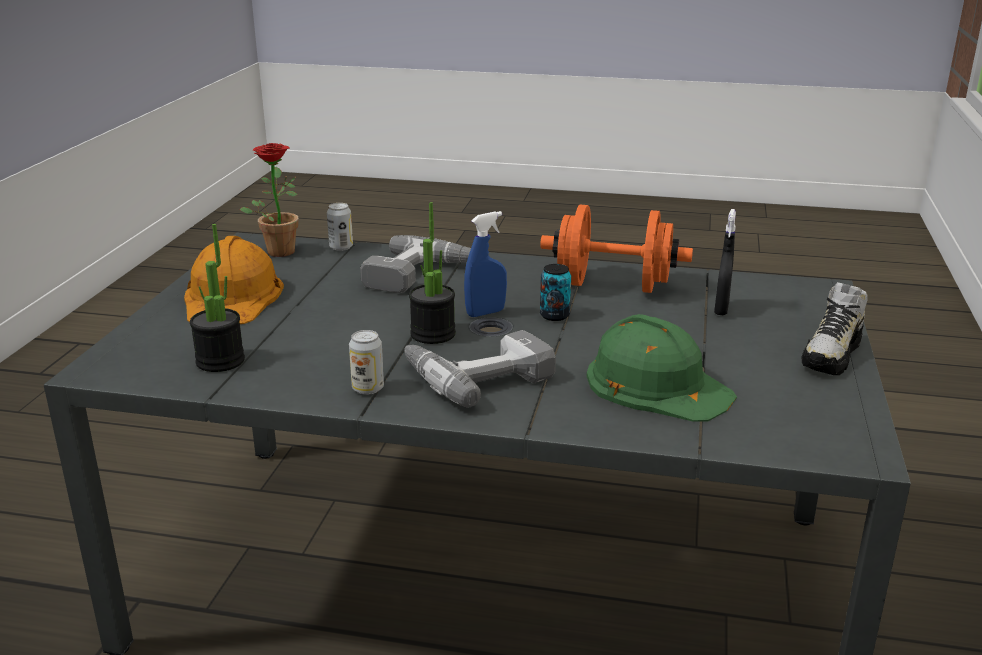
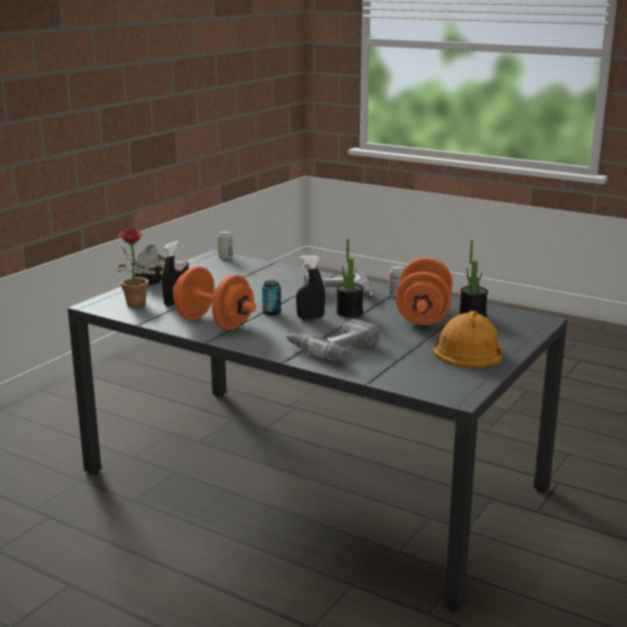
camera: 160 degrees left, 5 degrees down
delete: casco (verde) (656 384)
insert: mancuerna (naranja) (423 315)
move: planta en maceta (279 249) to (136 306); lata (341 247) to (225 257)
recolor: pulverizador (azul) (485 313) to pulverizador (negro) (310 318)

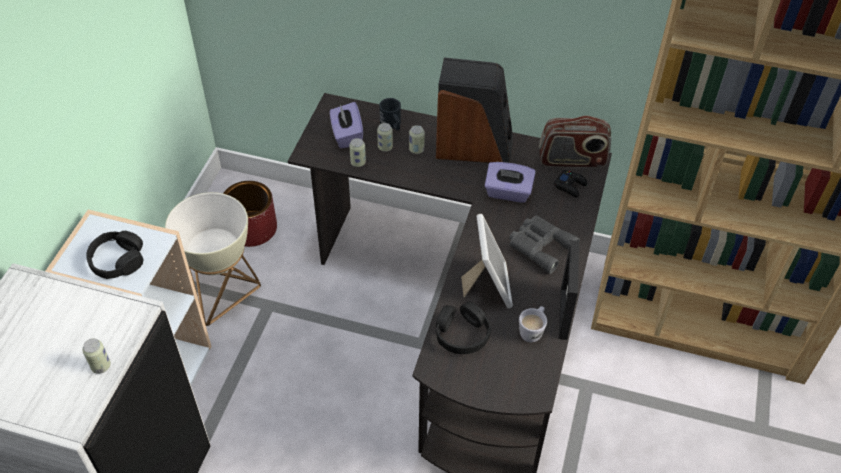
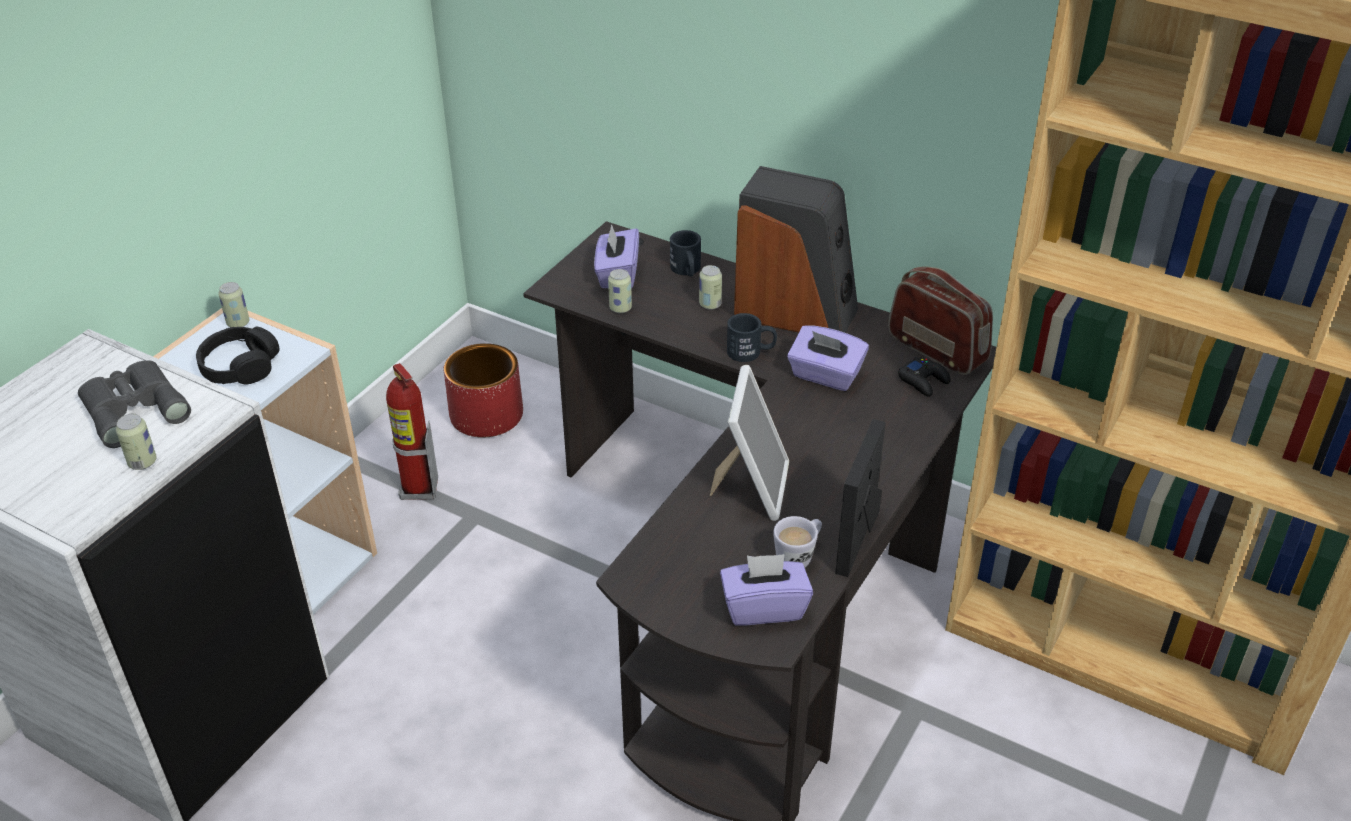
camera: 15 degrees right, 10 degrees down
delete: auriculares (negro) (462 334)
insert: taza grande (negro) (751 352); caja de pañuelos (morado) (764 607)
move: lata (385 147) to (238 323); prismáticos (gris) (540 245) to (133 408)
replace: maceta (223 293) to extintor (418 489)
rotate: radio (572 160) = (937 349) 150 degrees counterclockwise

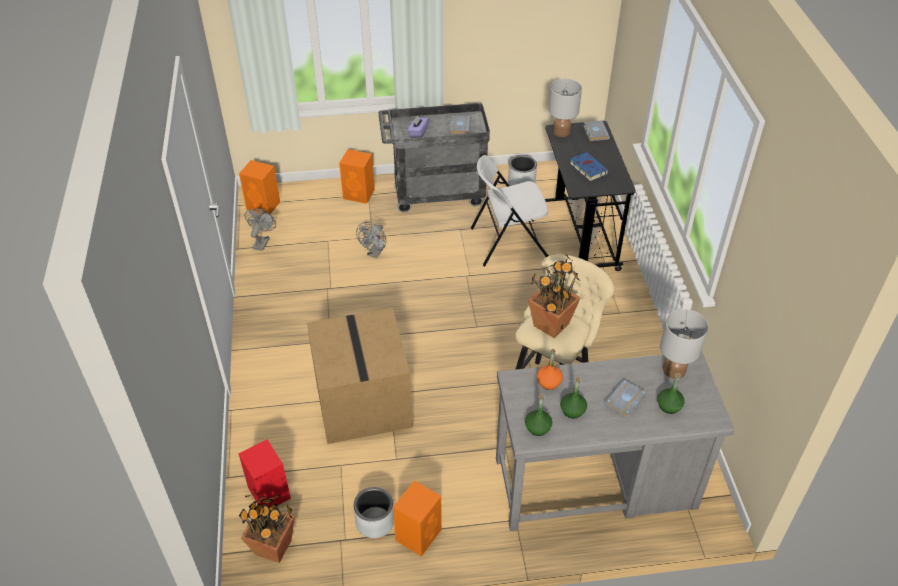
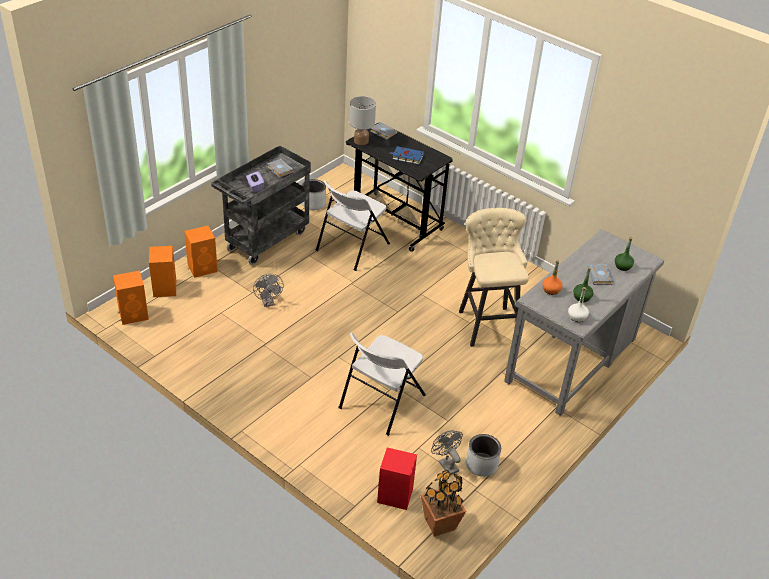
camera: 45 degrees left, 5 degrees down
delete: planta en maceta (550 324); lámpara de mesa (gris) (674 370)
move: ventilador (gris) (262 241) to (446 464); altavoz (naranja) (419 534) to (165 288)
replace: caja de cartón (361 401) to silla (blanco) (382 401)
recolor: botella (verde) (538 427) to botella (blanco) (577 317)

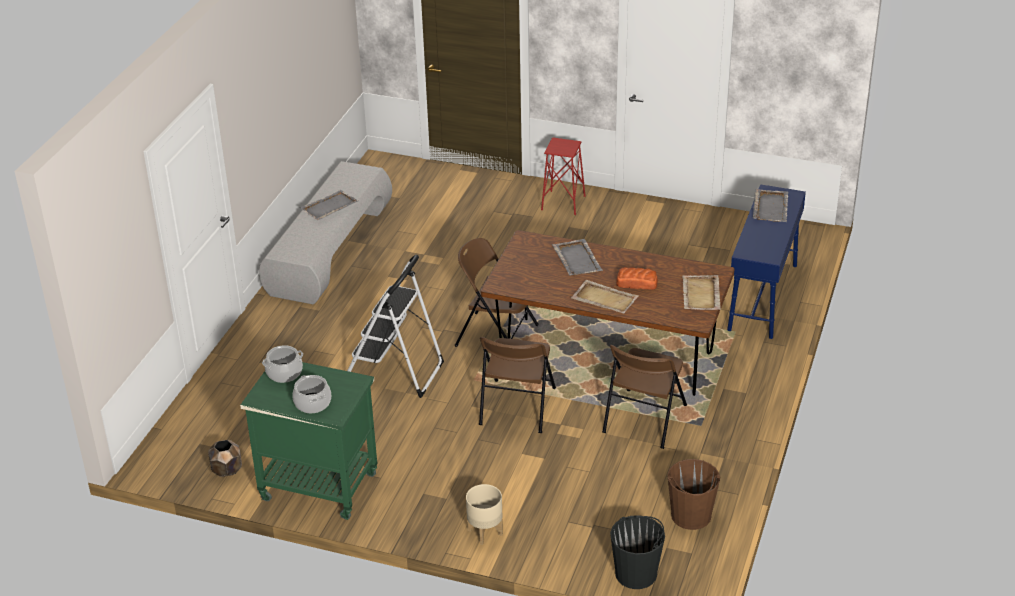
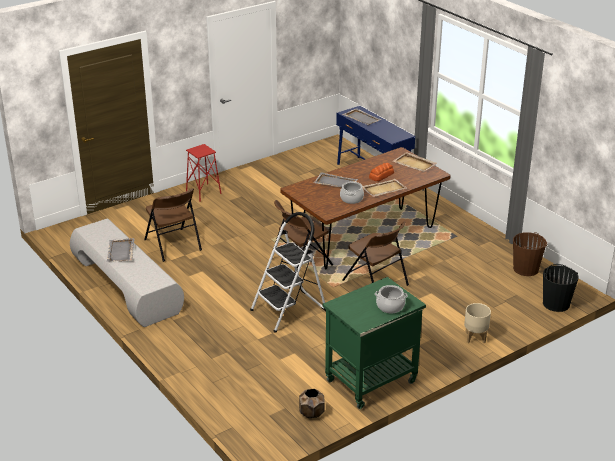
camera: 55 degrees left, 5 degrees down
move: olla (284 373) to (351 199); silla (marrón) (644 418) to (172 245)

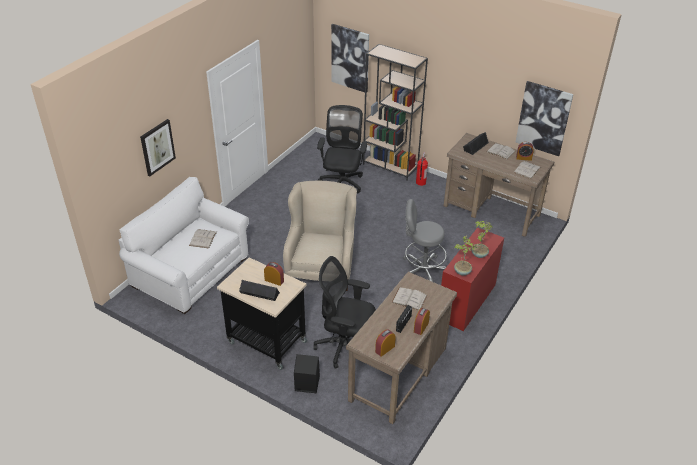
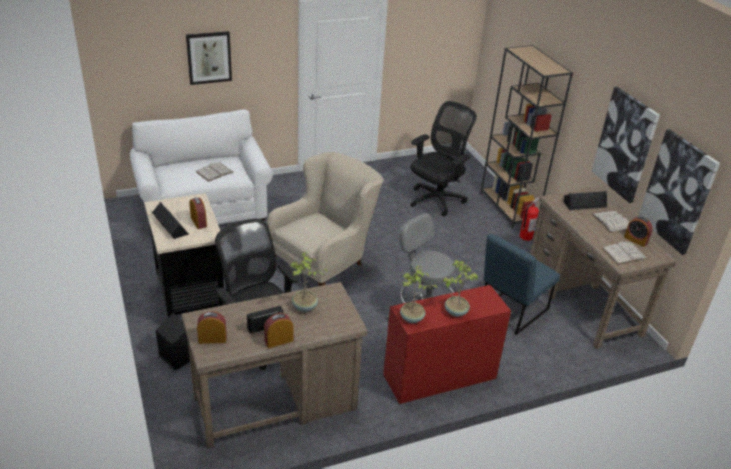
camera: 35 degrees right, 5 degrees down
insert: silla (azul) (511 310)
move: cuadro (350 58) to (625 144)
replace: libro (blanco) (409 299) to planta en maceta (305 307)

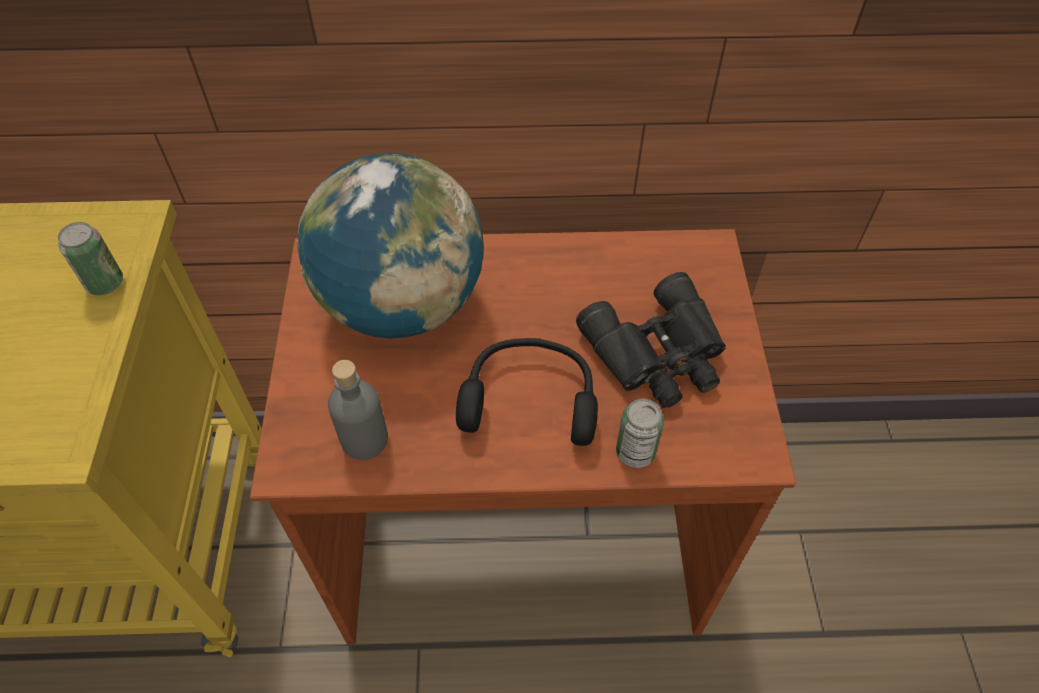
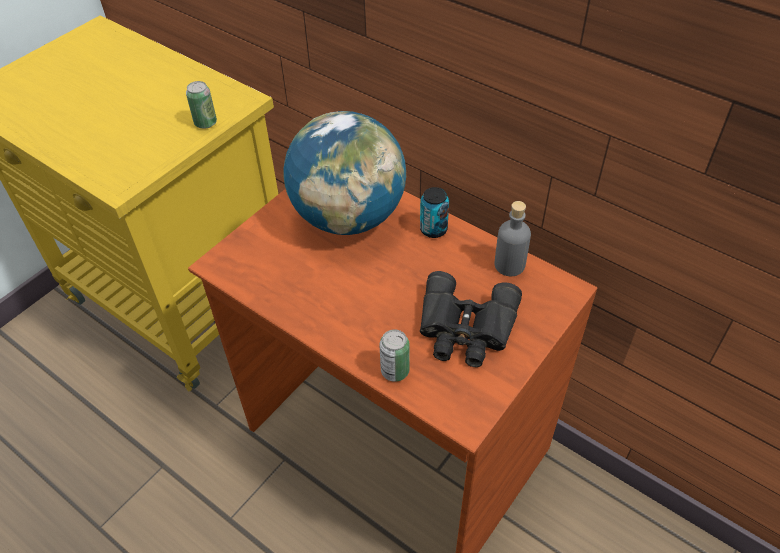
camera: 40 degrees right, 5 degrees down
delete: auriculares (negro) (530 399)
insert: lata (433 229)
move: botella (gris) (364 439) to (509 265)

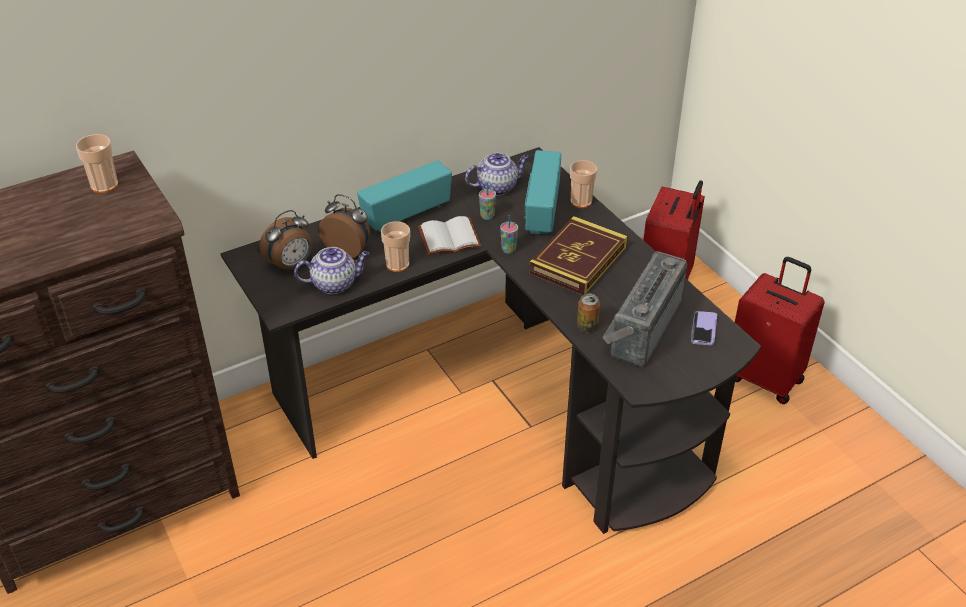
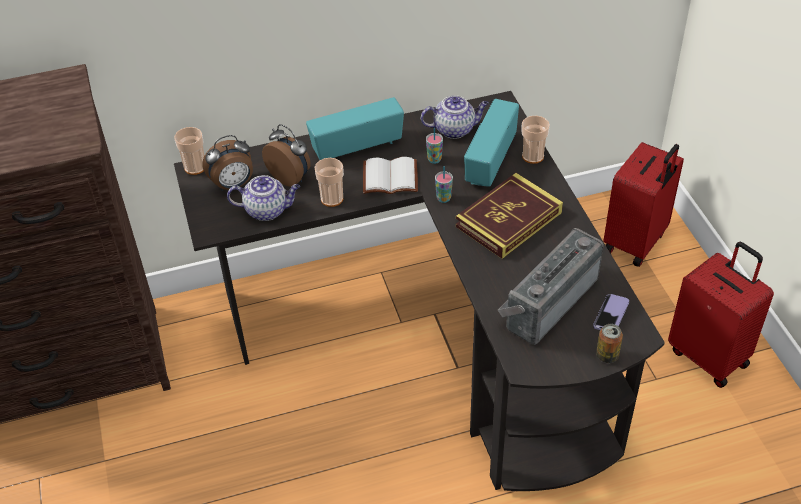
camera: 15 degrees right, 5 degrees up
move: taza (104 185) to (195 167); lata (587 327) to (607 355)

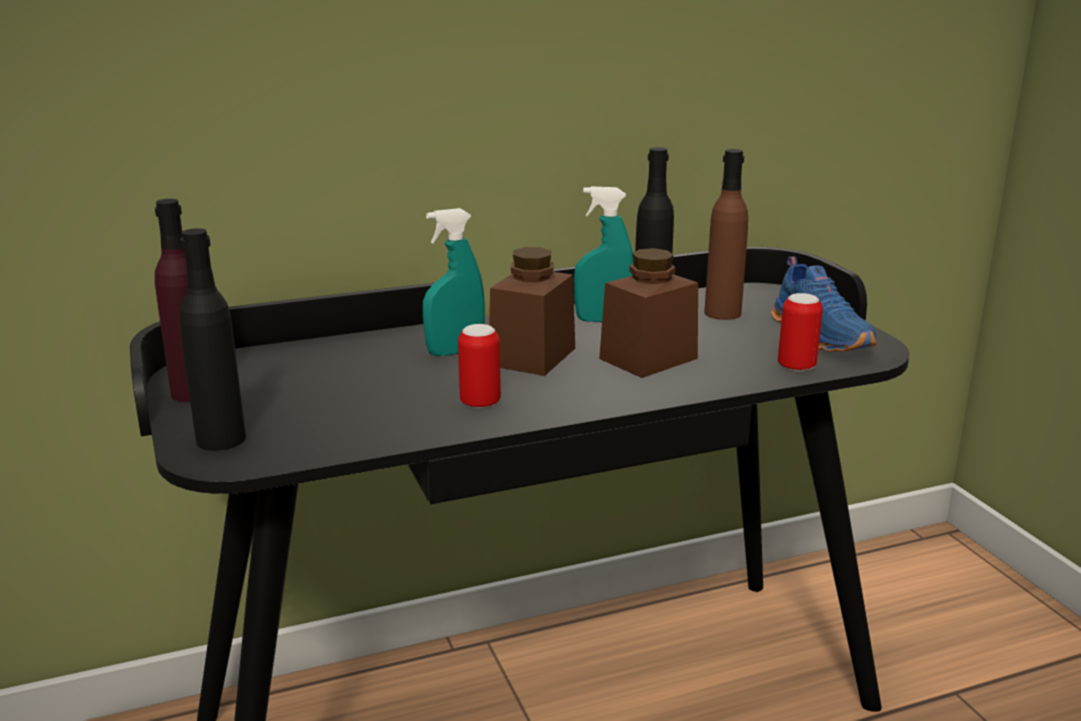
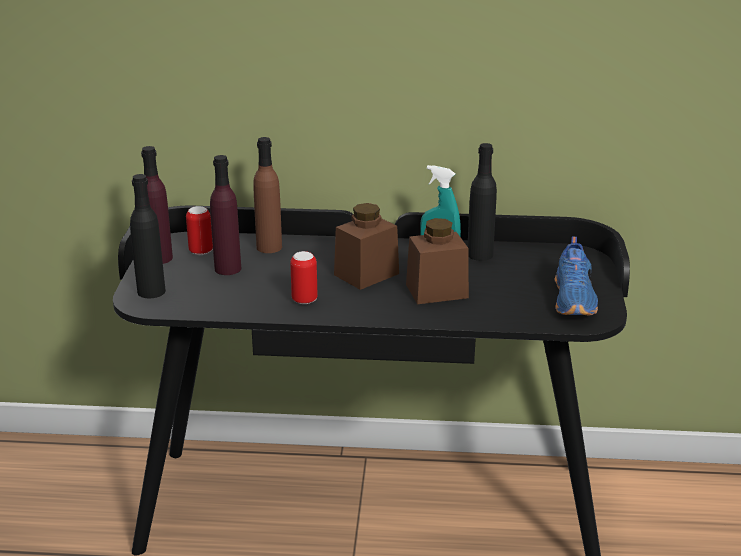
camera: 25 degrees right, 5 degrees up
delete: pulverizador (turquesa) (455 352)
insert: botella (morado) (227 269)
move: botella (marrón) (722 313) to (269 247); lata (796 367) to (201 251)

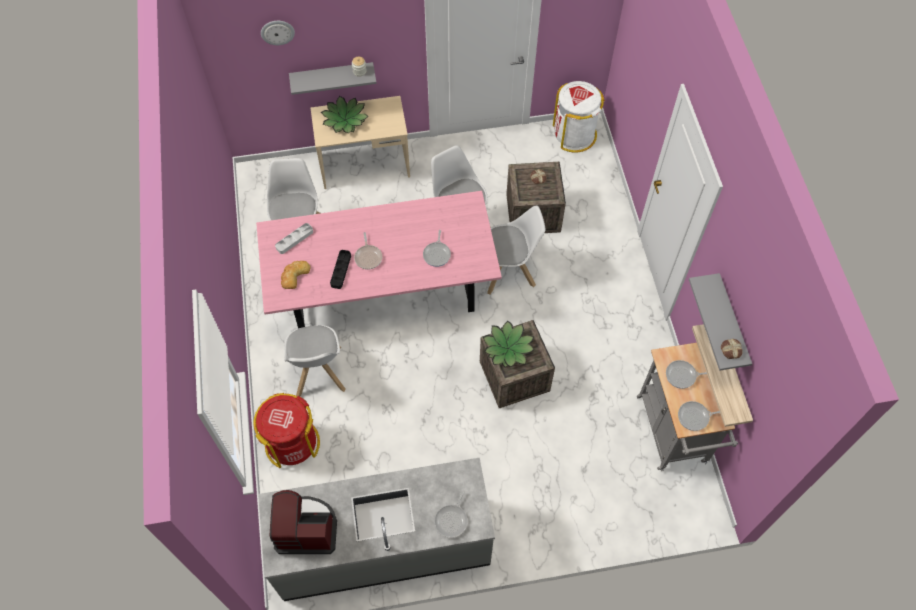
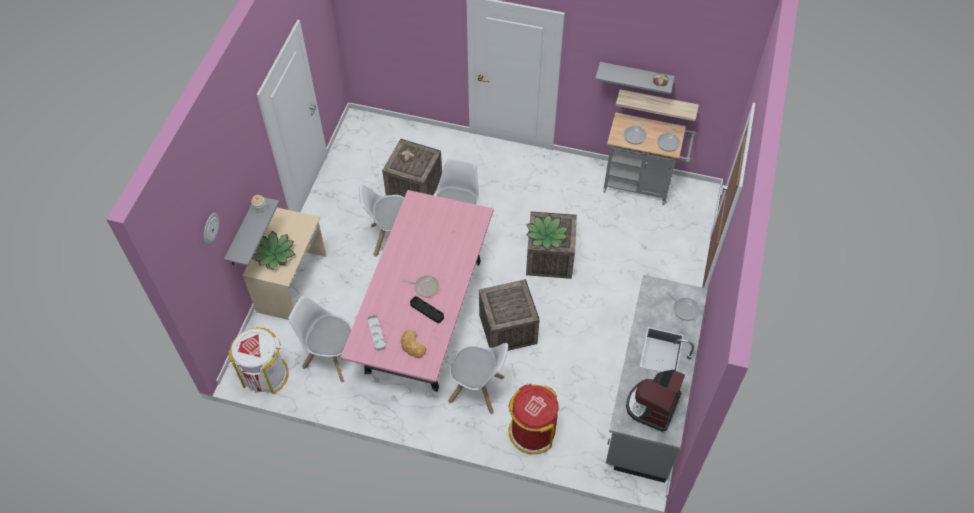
camera: 65 degrees left, 5 degrees down
delete: sartén (437 254)
insert: caja de embalaje (508 329)
move: papelera (blanco) (574 134) to (265 374)

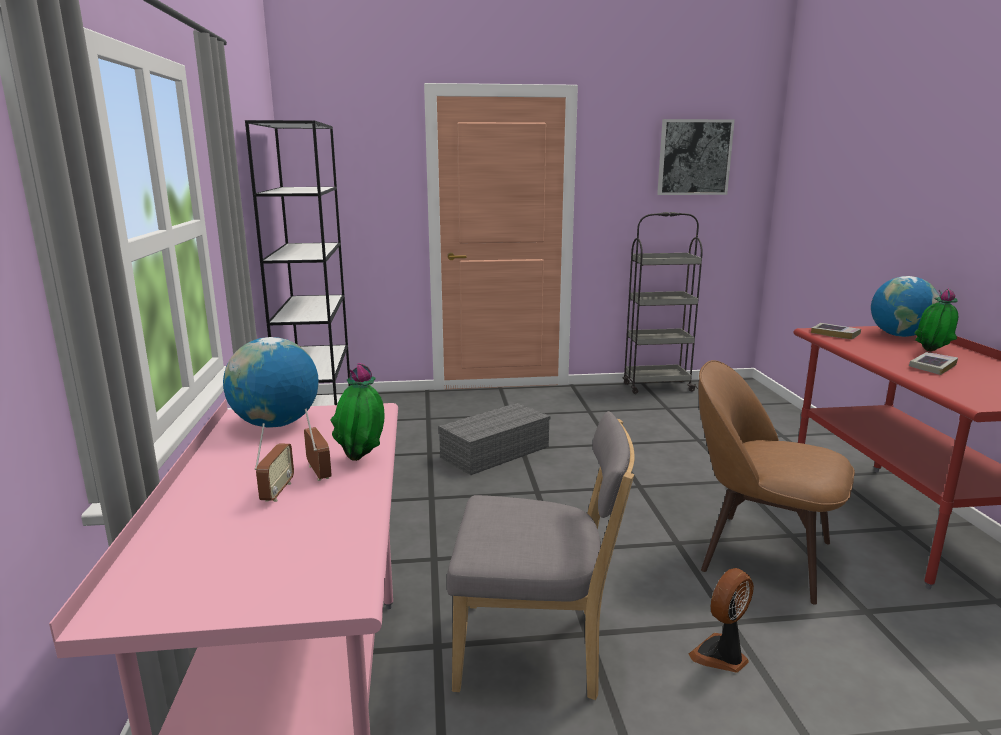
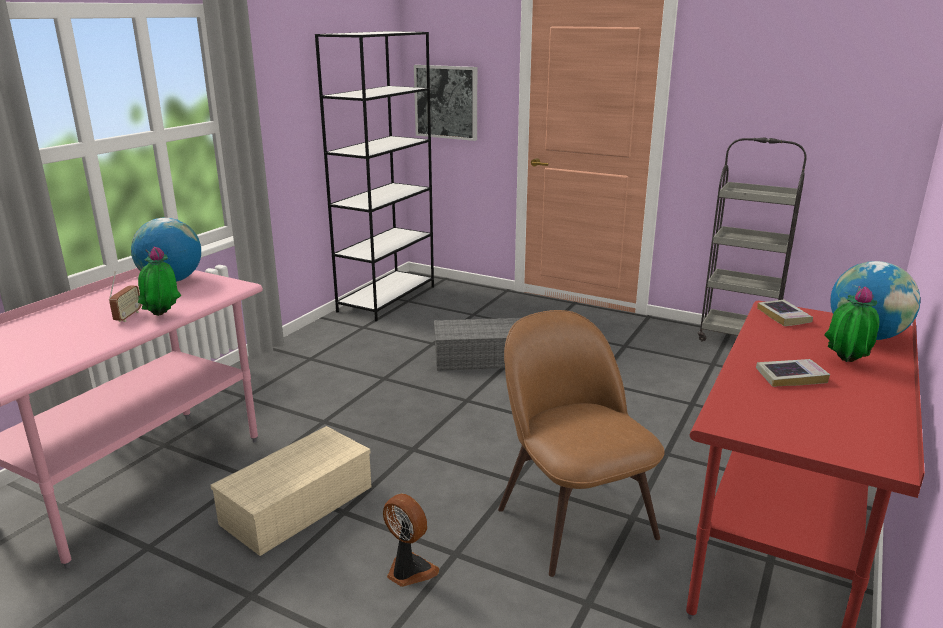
camera: 35 degrees right, 5 degrees up
delete: radio (277 492)
move: cuadro (694 157) to (446 102)
replace: silla (gris) (537 651) to caja de almacenaje (beis) (297 506)
rotate: ventilador (721 656) = (409 571) 45 degrees clockwise

